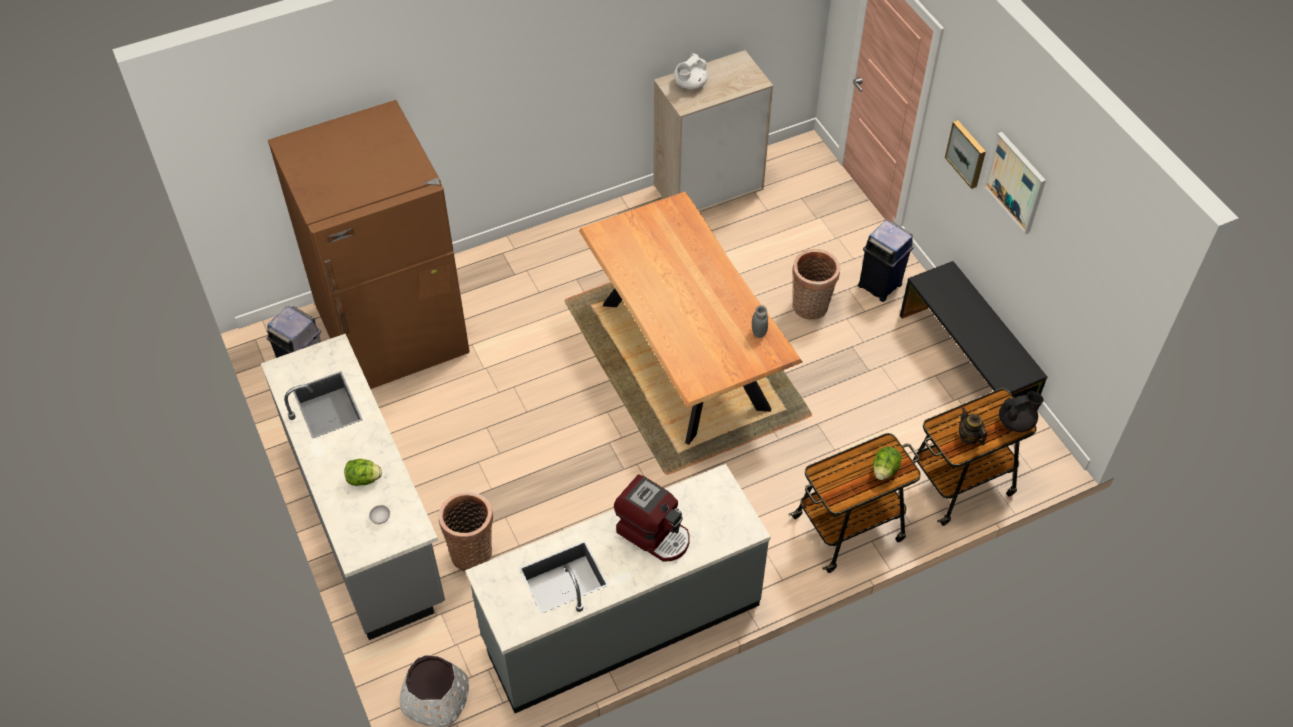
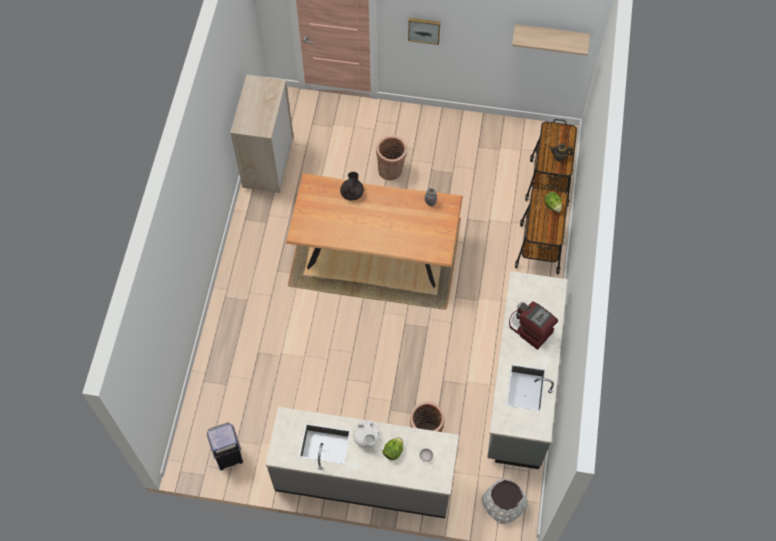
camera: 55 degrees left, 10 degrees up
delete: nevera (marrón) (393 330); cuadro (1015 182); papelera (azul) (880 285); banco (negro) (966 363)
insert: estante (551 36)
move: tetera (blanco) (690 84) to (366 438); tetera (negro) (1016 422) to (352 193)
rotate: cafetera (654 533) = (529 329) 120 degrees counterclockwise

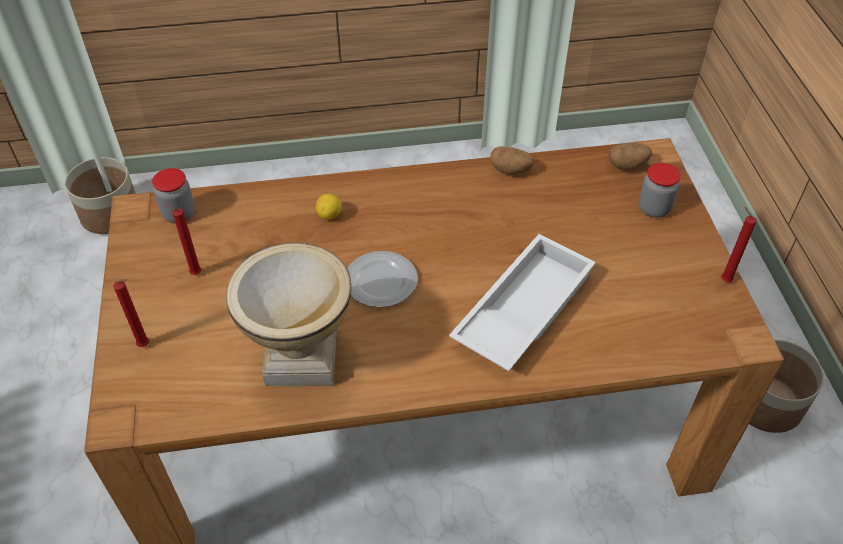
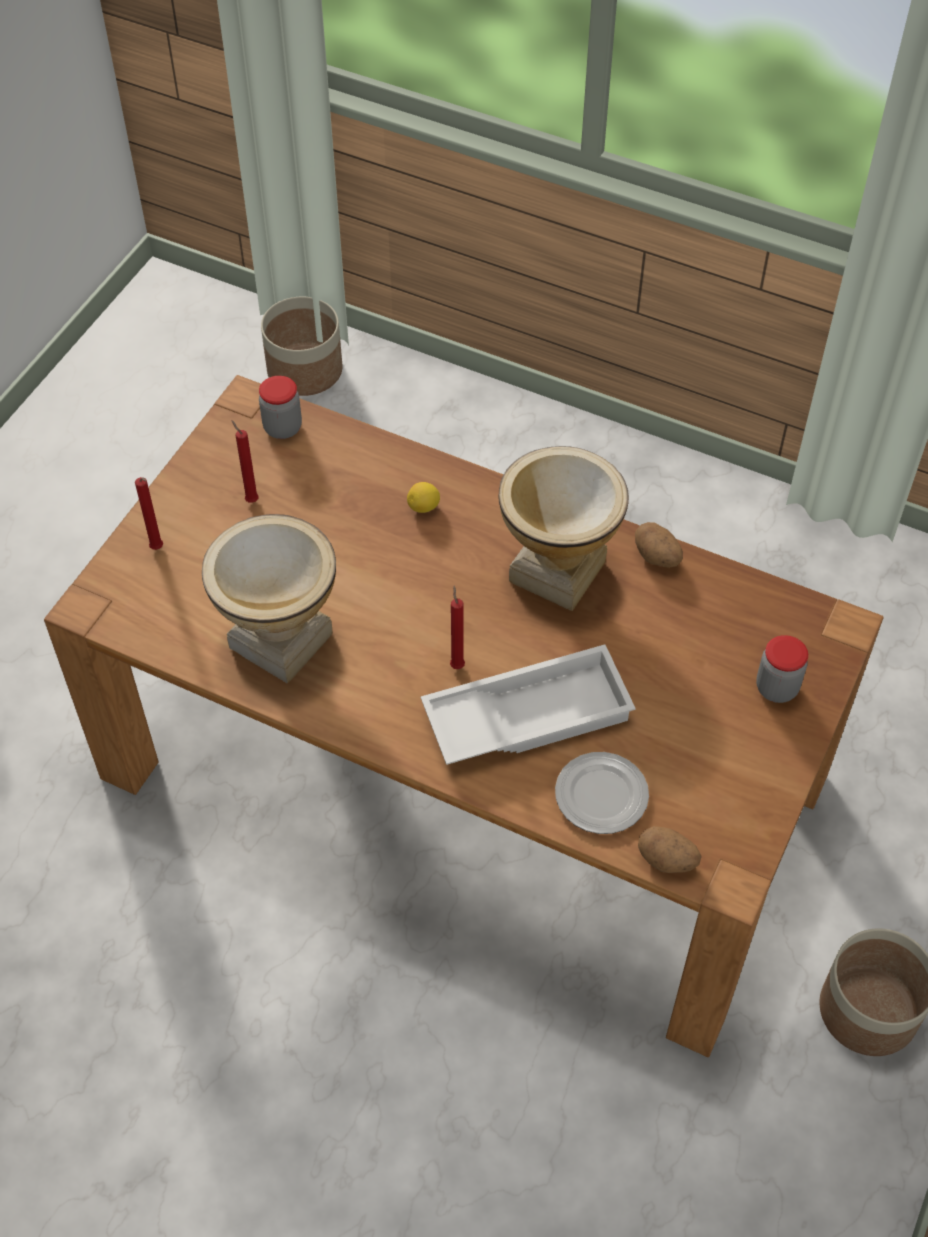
camera: 35 degrees right, 5 degrees up
insert: florero (557 570)
move: patata (627 165) to (667 860); vela (rojo) (724 279) to (457 664); plato (380 282) to (600 795)

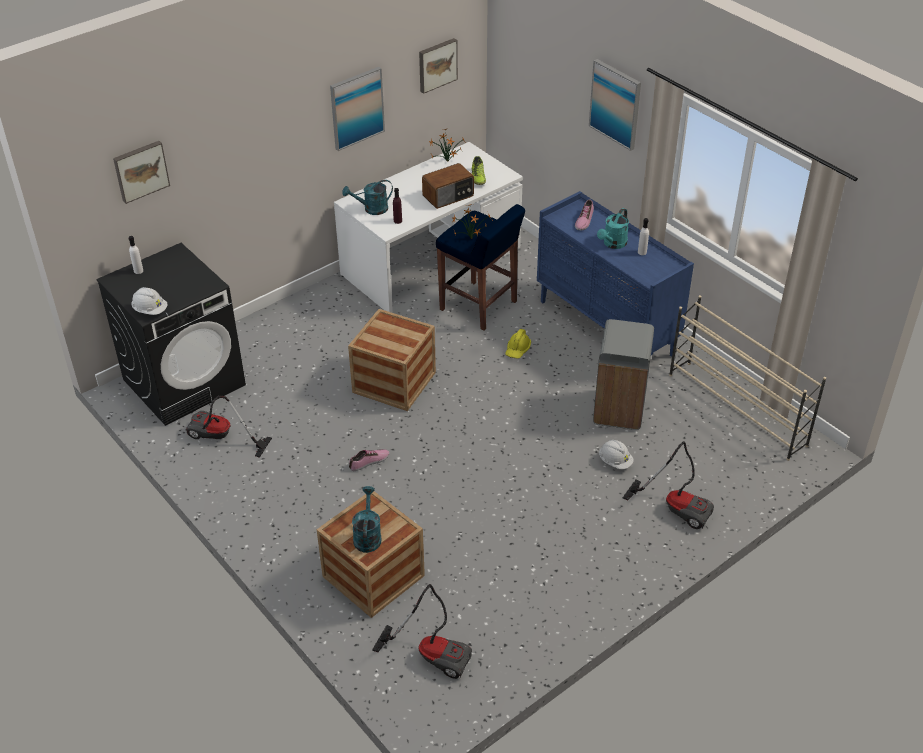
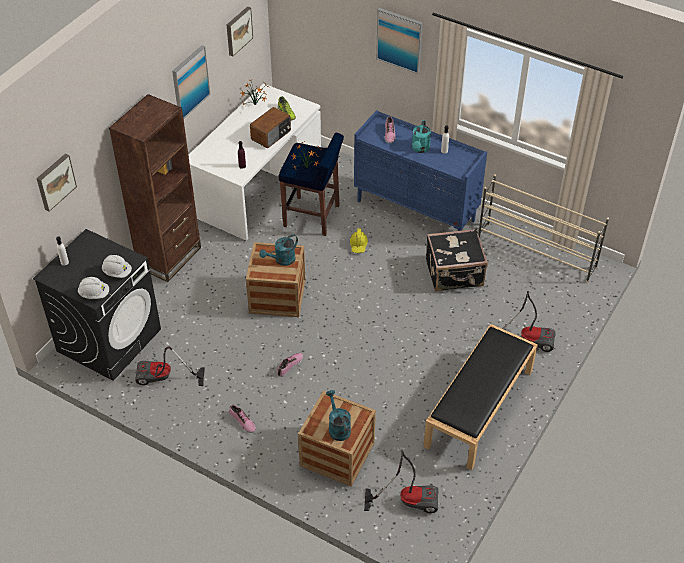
camera: 20 degrees left, 5 degrees up
insert: estantería (marrón) (169 257); banco (negro) (479 409); zapato (242 421)
move: regadera (turquesa) (371 209) to (282 260); casco (blanco) (615 461) to (117 272)
replace: papelera (gris) (620 409) to maleta (negro) (455 274)

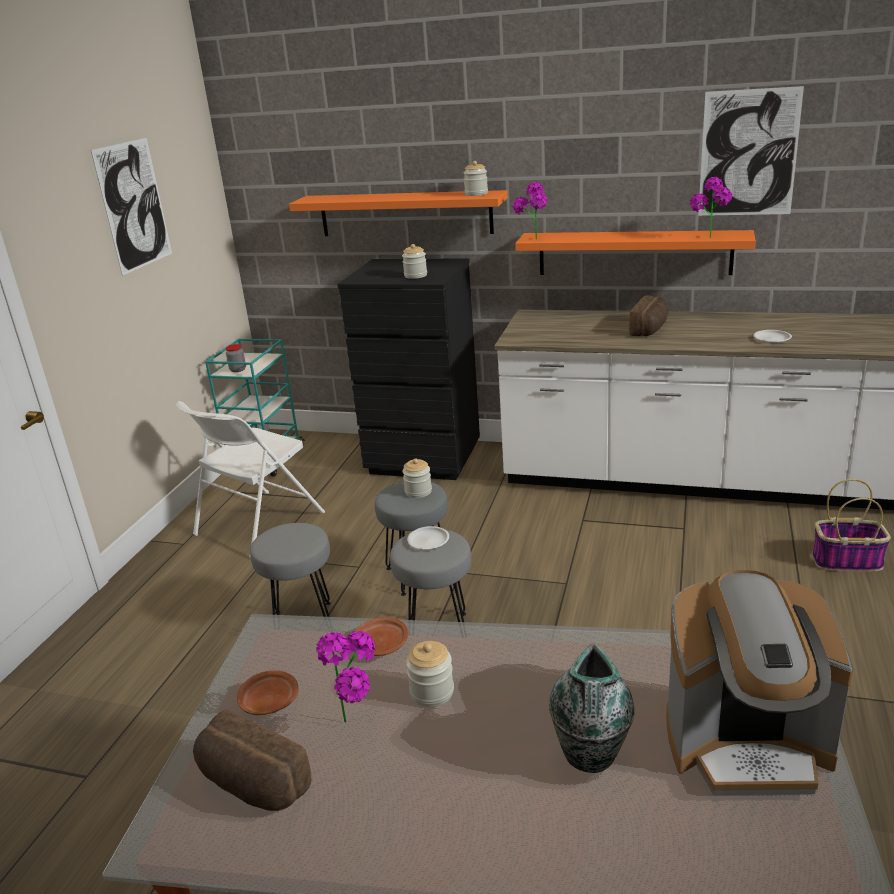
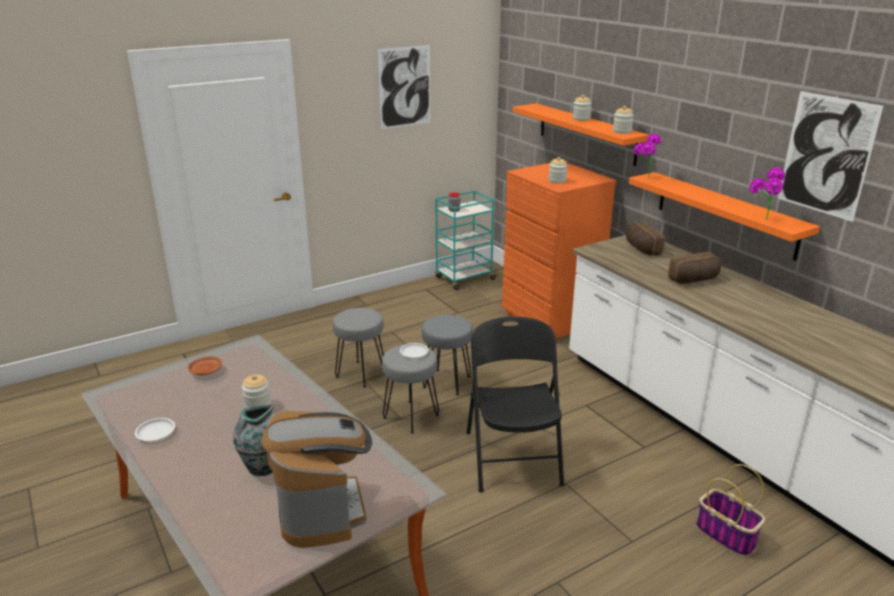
camera: 40 degrees right, 0 degrees up
delete: silla (blanco) (259 523); plato (marrón) (381 644); planta en maceta (359 720)
insert: silla (negro) (513 458)
move: plato (blanco) (772 339) to (155 432); tarro (418 491) to (581 119); pan (251 785) to (641 248)
recolor: cómoda (negro) (425 458) to cómoda (naranja) (551 319)
rotate: cafetera (747 745) = (322 510) 150 degrees counterclockwise

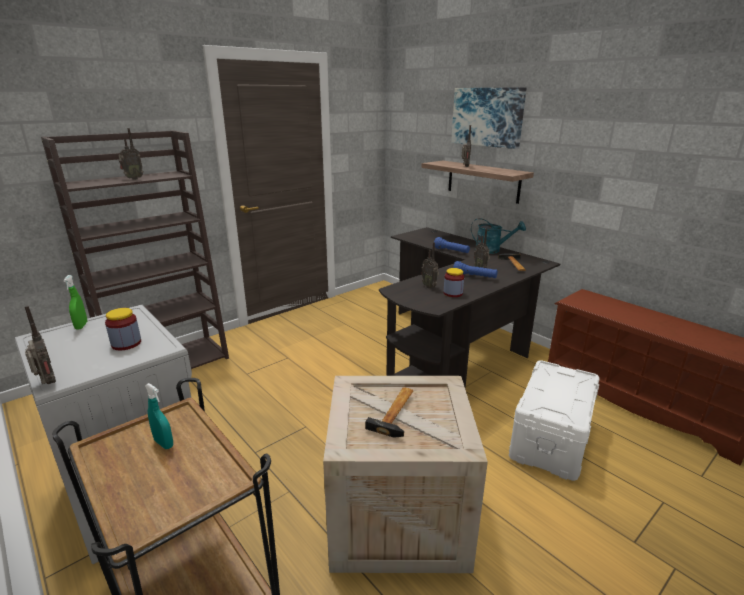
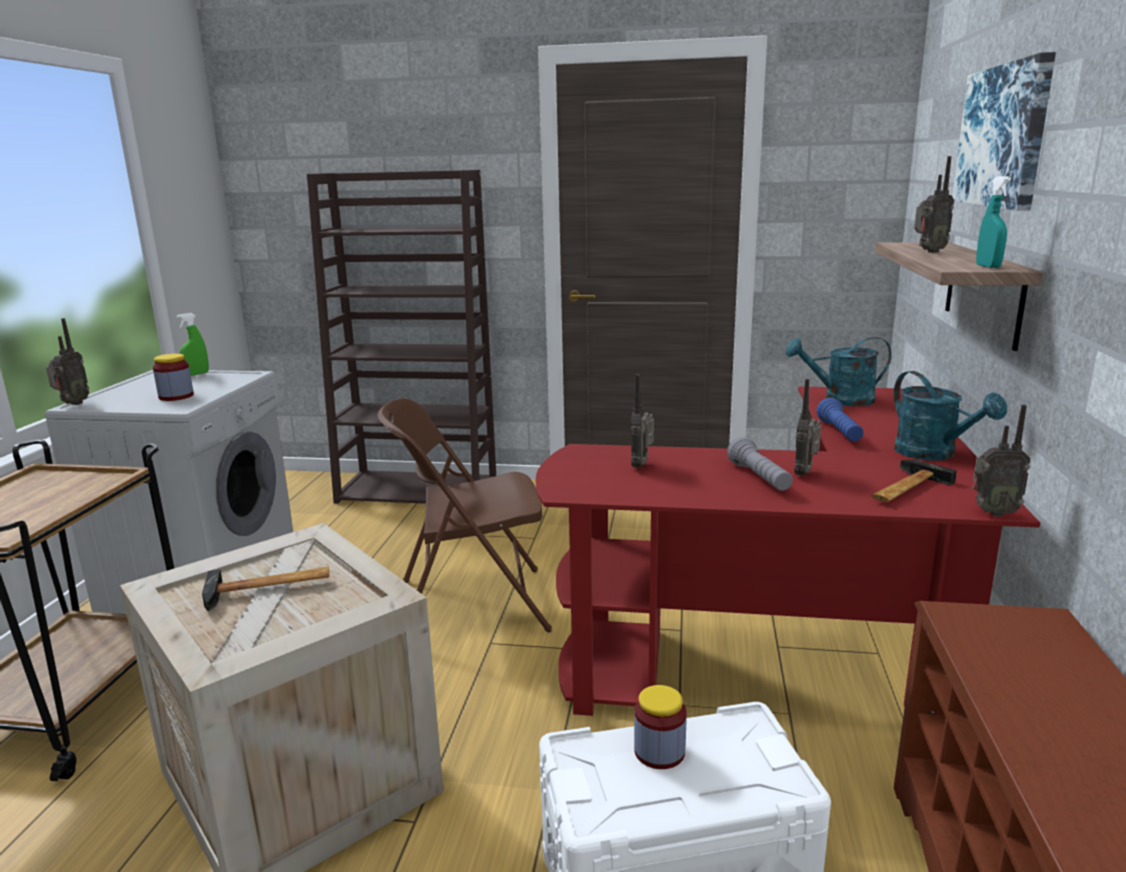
camera: 50 degrees right, 5 degrees down
insert: regadera (turquesa) (840 400); silla (marrón) (472 604)
move: radio (133 179) to (992 512); tarro (453 293) to (659 752); pulverizador (turquesa) (164 443) to (988 266)
recolor: escritorio (negro) (455 348) to escritorio (rojo) (794 644); linterna (azul) (474 277) to linterna (gris) (759 478)

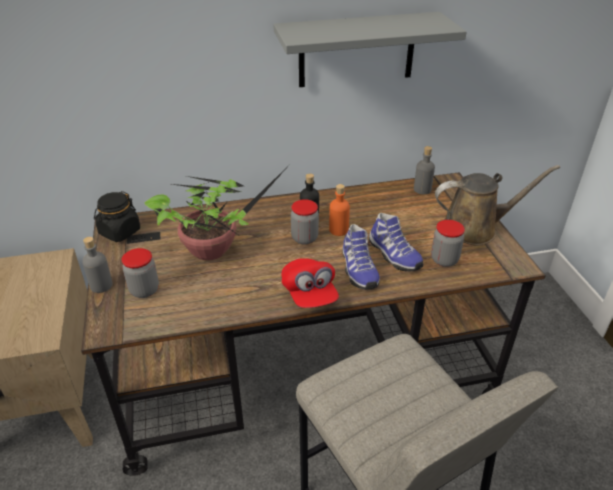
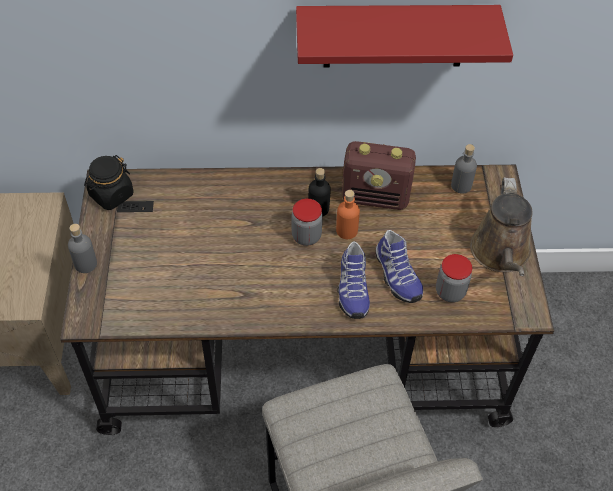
camera: 10 degrees right, 15 degrees up
delete: planta en maceta (213 250); tarro (144 290); gorra (rojo) (309 294)
insert: radio (376 197)
recolor: estante (gris) (357 50) to estante (rojo) (395 36)
rotate: regadera (marrón) (474 228) = (500 254) 90 degrees clockwise

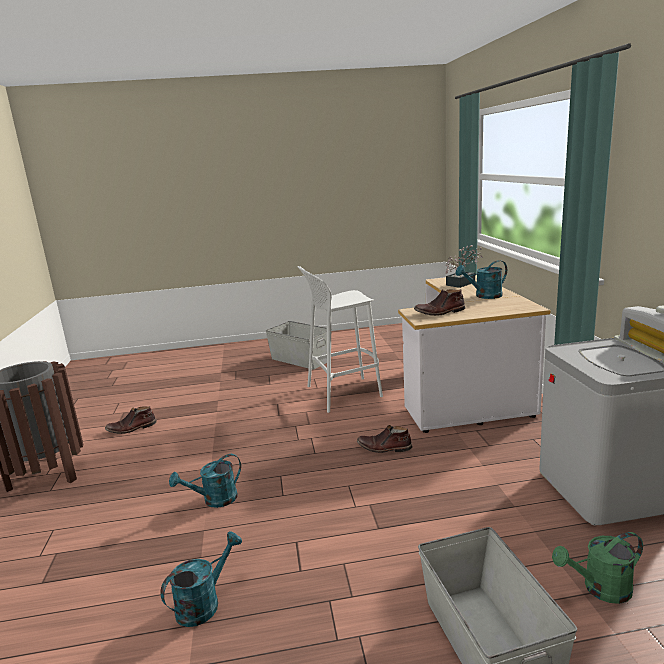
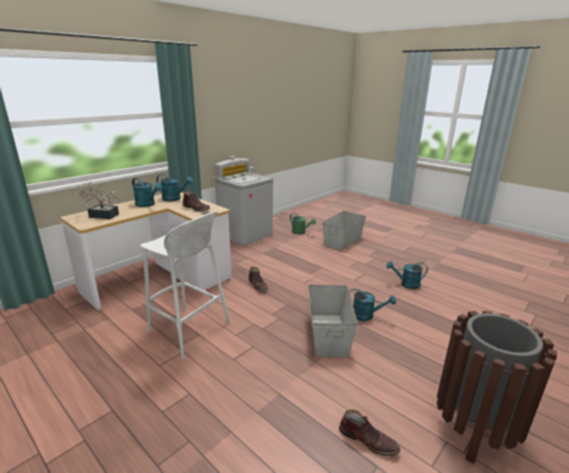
camera: 130 degrees left, 5 degrees up
insert: regadera (turquesa) (174 199)
move: caja de almacenaje (gris) (301 359) to (328 334)

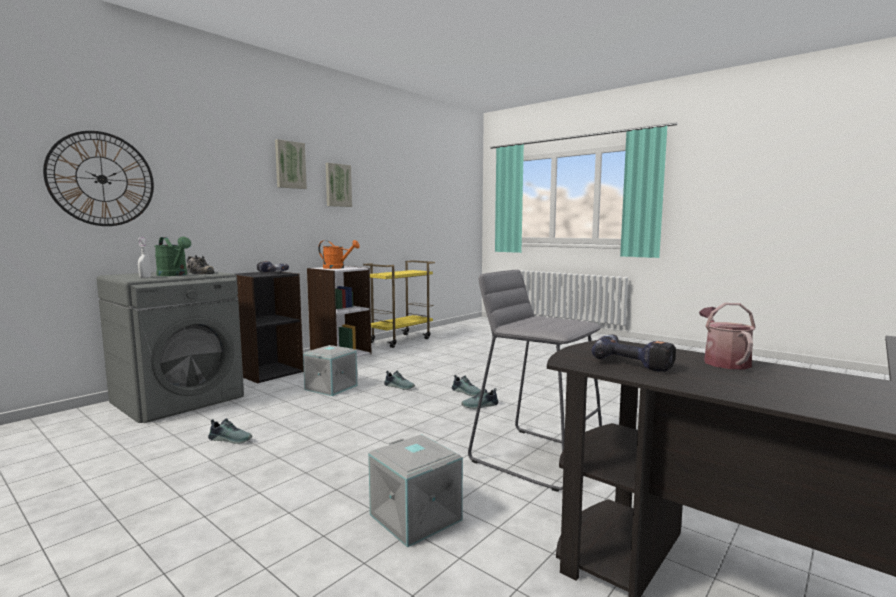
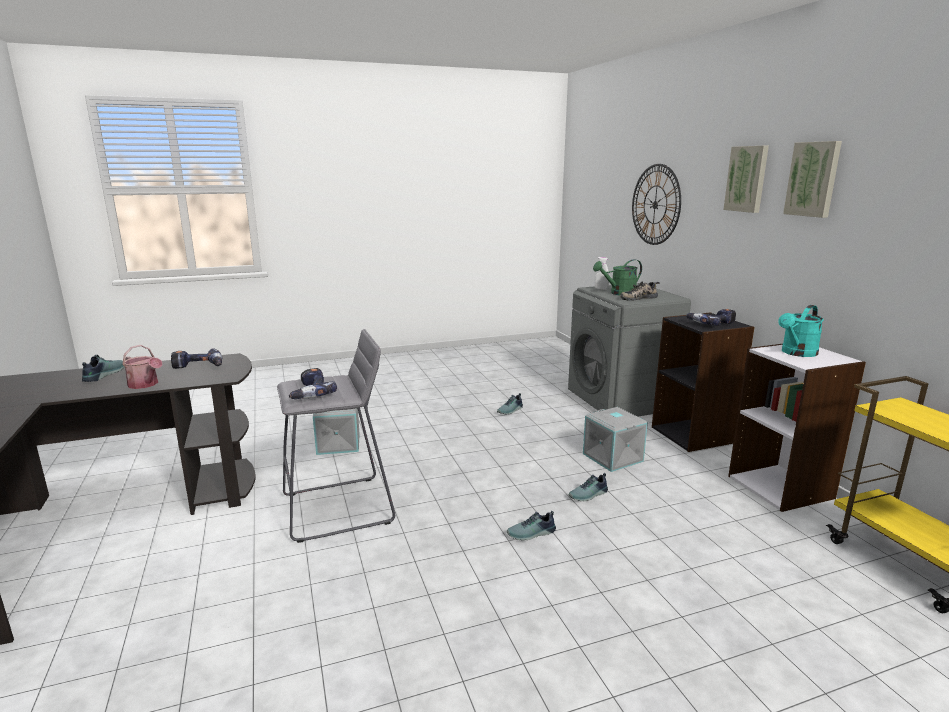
camera: 120 degrees right, 10 degrees up
insert: taladro (309 393)
move: cuadro (337 185) to (747 179); zapato (480 406) to (103 375)
recolor: regadera (naranja) (337 268) to regadera (turquesa) (796 353)

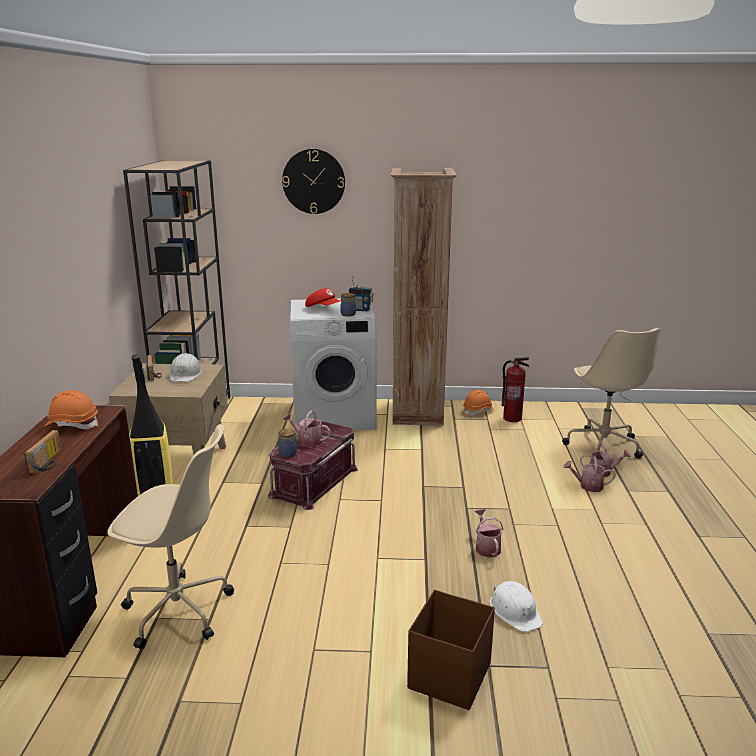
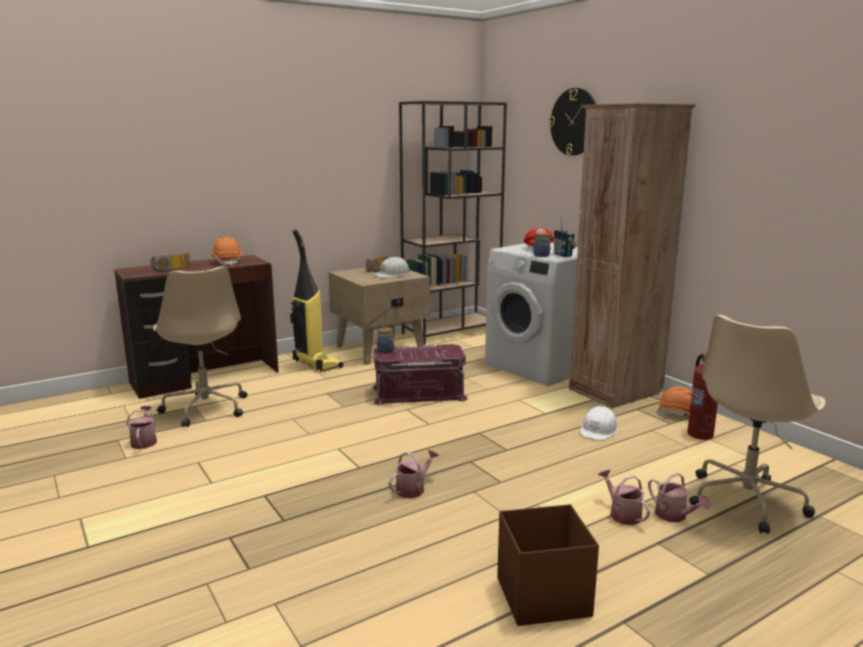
camera: 55 degrees right, 5 degrees down
move: regadera (307 440) to (144 441); casco (blanco) (515 611) to (599 430); caja de almacenaje (marrón) (448 677) to (541 597)

